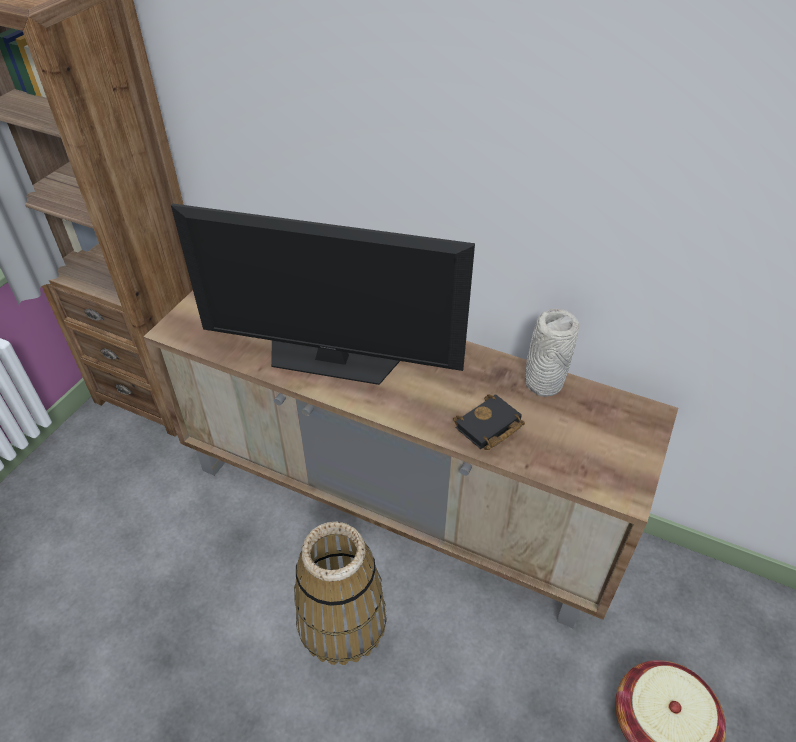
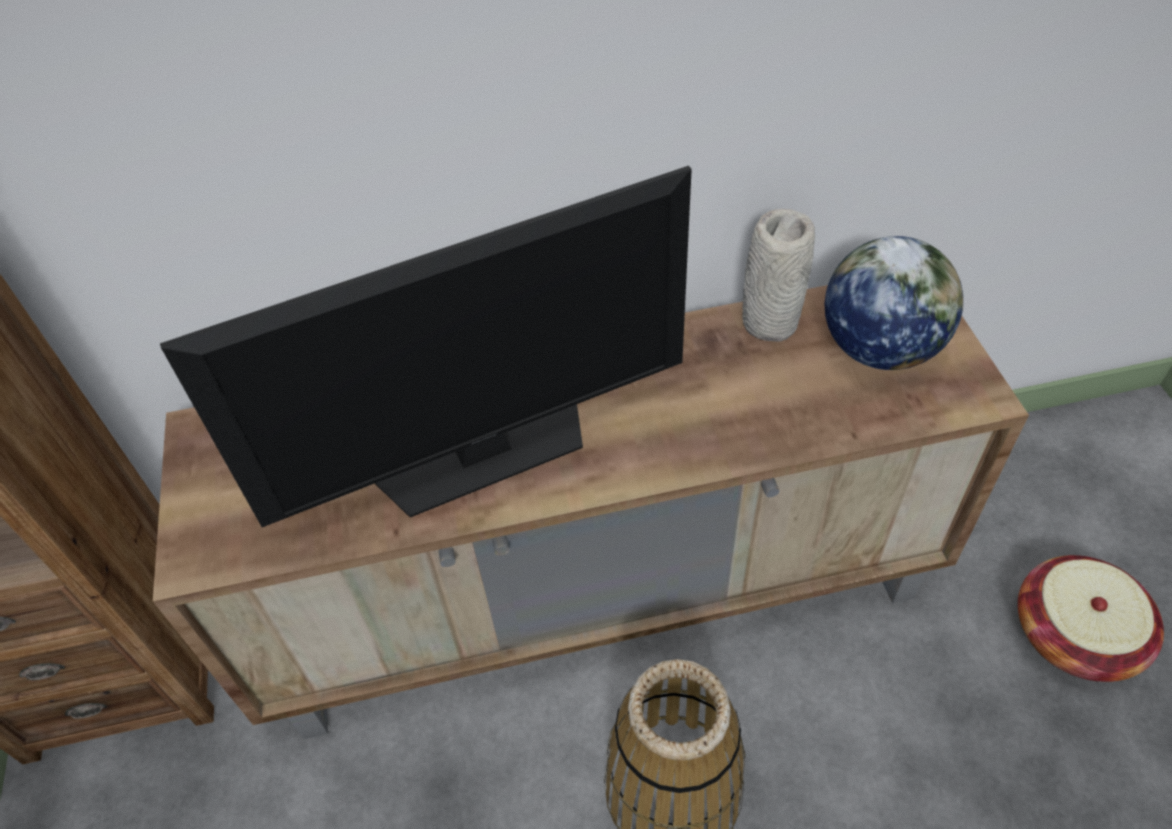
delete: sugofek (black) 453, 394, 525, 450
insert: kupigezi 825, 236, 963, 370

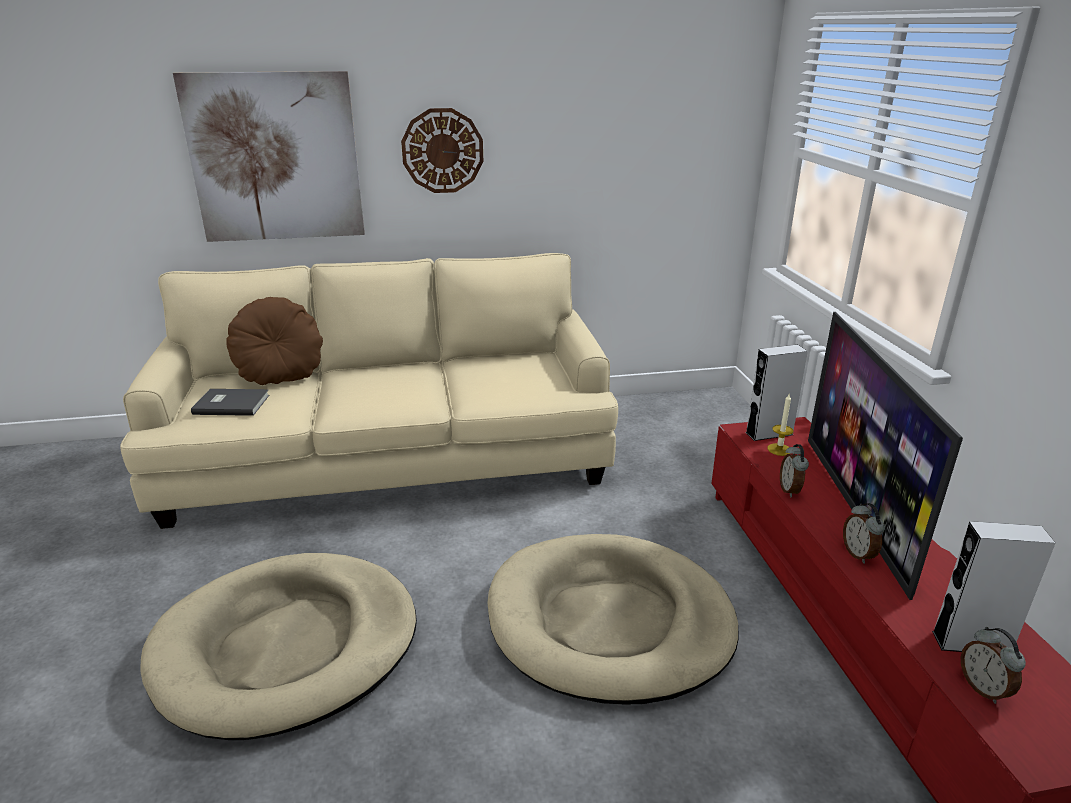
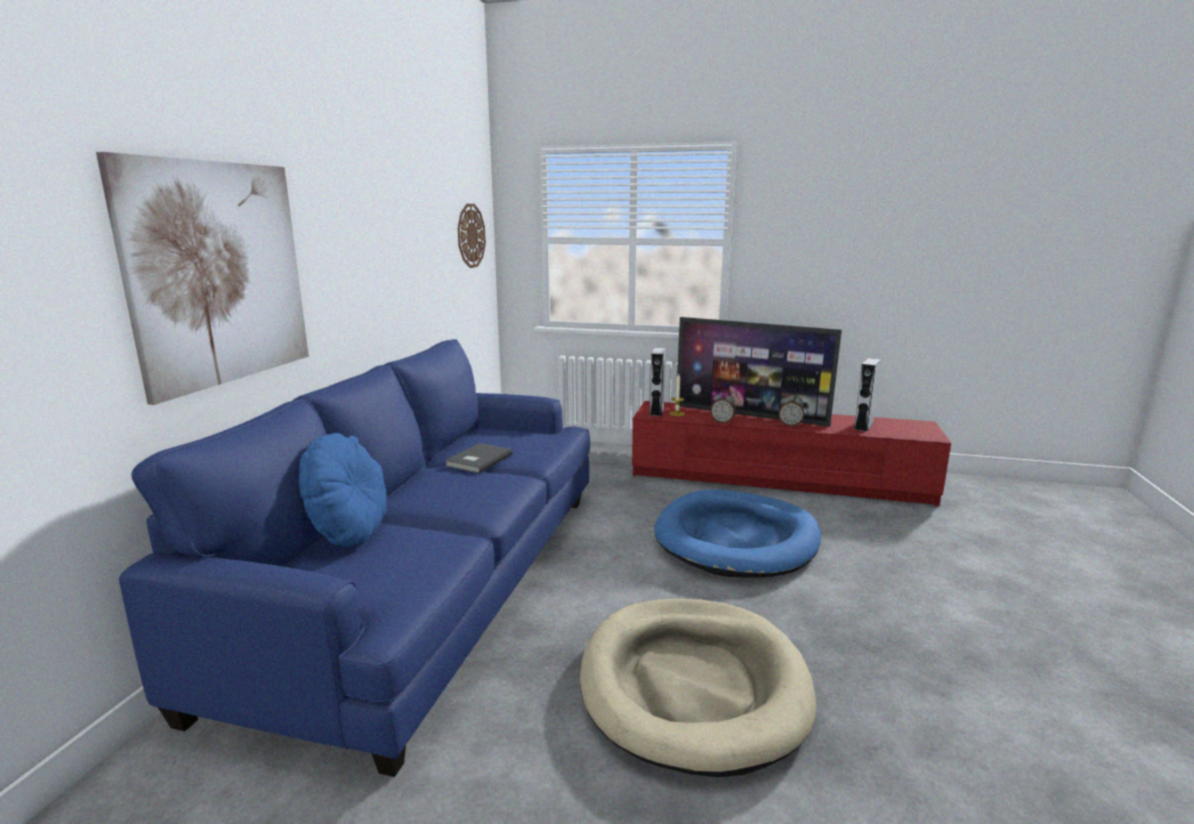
delete: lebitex 961, 627, 1026, 704
move: sugofek (grey) 191, 389, 269, 416 to 445, 443, 513, 473; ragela 401, 108, 484, 193 to 458, 204, 486, 268
recolor: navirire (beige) 120, 253, 618, 529 to navirire (blue) 119, 339, 590, 777; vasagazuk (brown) 226, 297, 323, 385 to vasagazuk (blue) 299, 433, 387, 547; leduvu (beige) 488, 534, 739, 705 to leduvu (blue) 654, 489, 821, 578

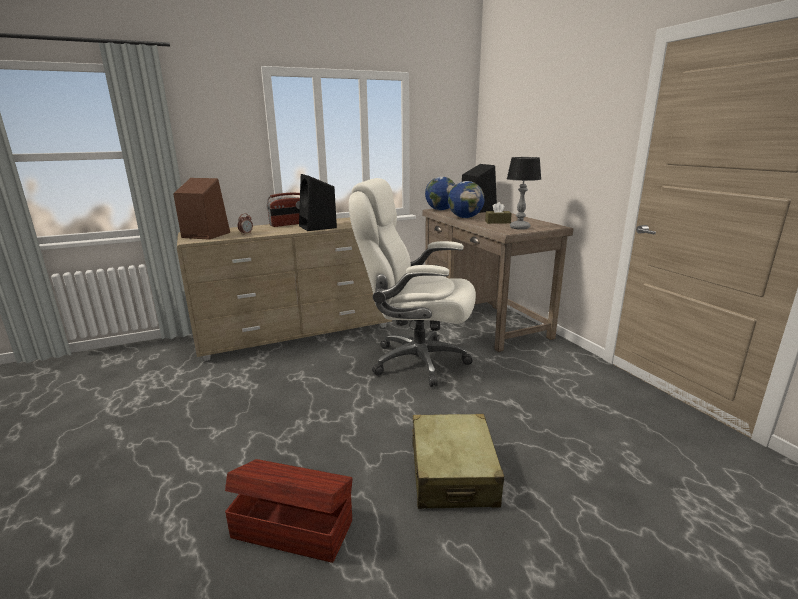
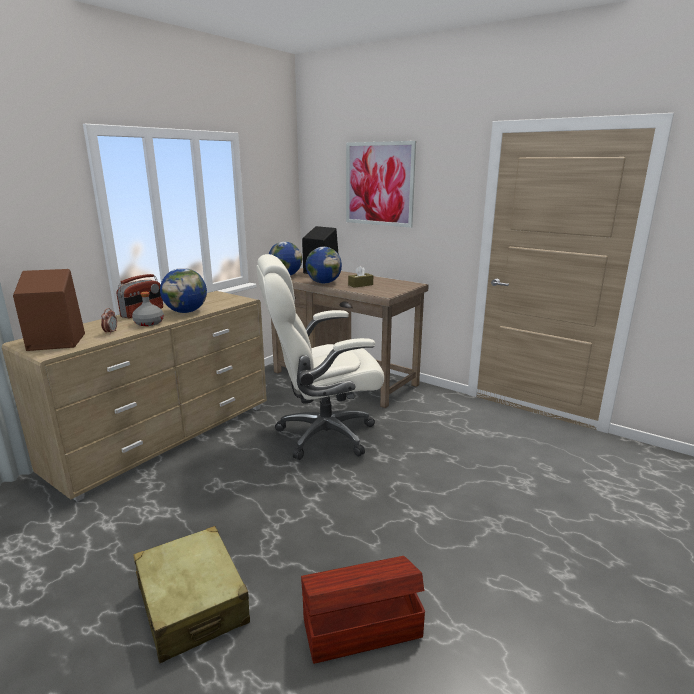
delete: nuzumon 507, 157, 541, 230
insert: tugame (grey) 132, 292, 164, 326; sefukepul 346, 141, 416, 228
move: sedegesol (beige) 412, 414, 504, 509 to 133, 526, 250, 663
replace: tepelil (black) 299, 174, 337, 231 to kupigezi 160, 268, 207, 313

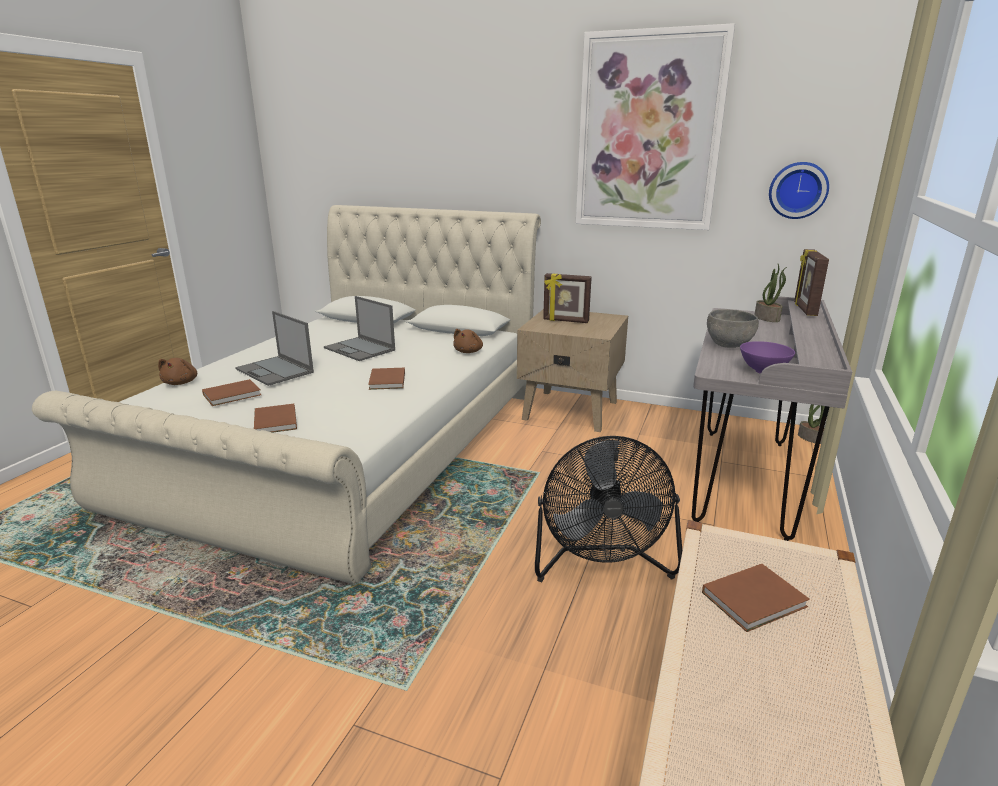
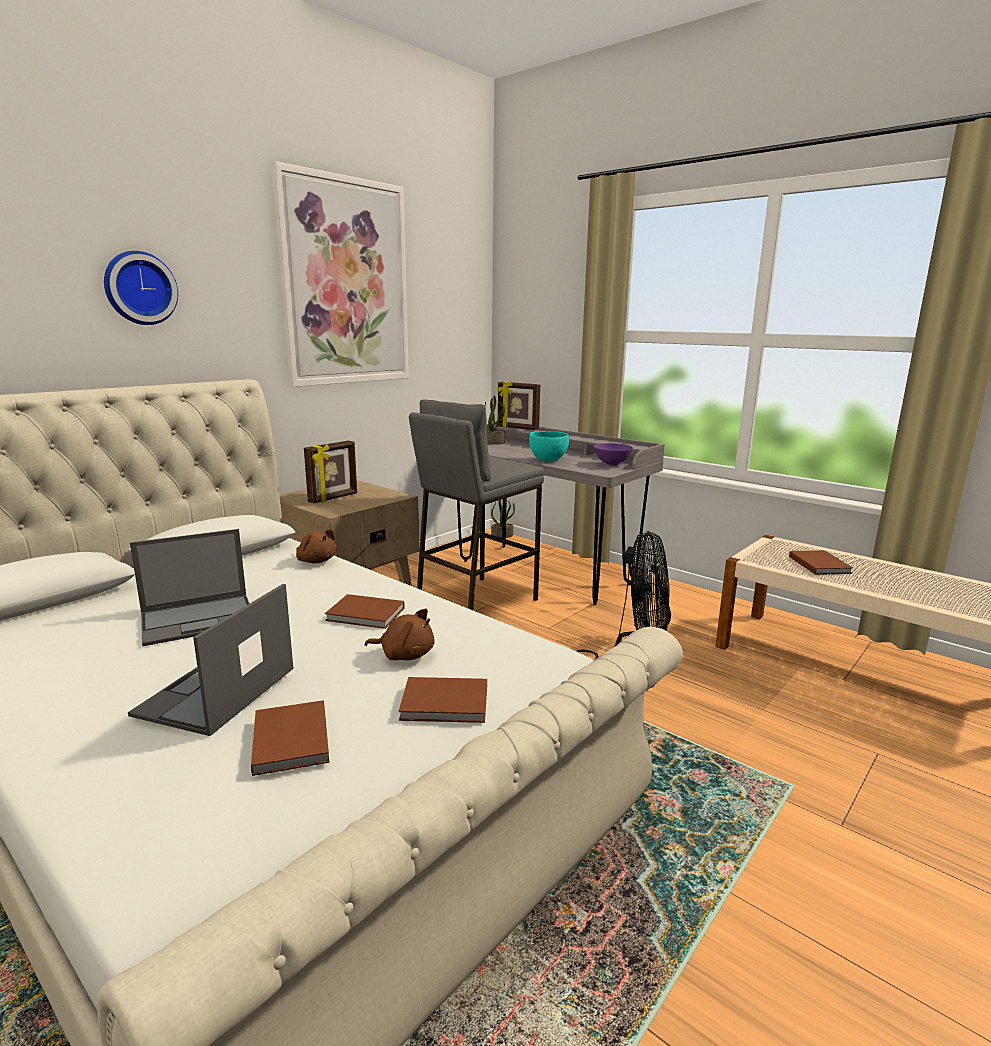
insert: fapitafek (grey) 409, 399, 544, 610
move: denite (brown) 158, 358, 197, 385 to 365, 609, 434, 660; ragela 769, 162, 829, 219 to 104, 251, 178, 325
recolor: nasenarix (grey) 707, 309, 759, 348 to nasenarix (turquoise) 529, 431, 569, 462
rotate: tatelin 235, 311, 314, 386 = 128, 584, 293, 736 135 degrees clockwise

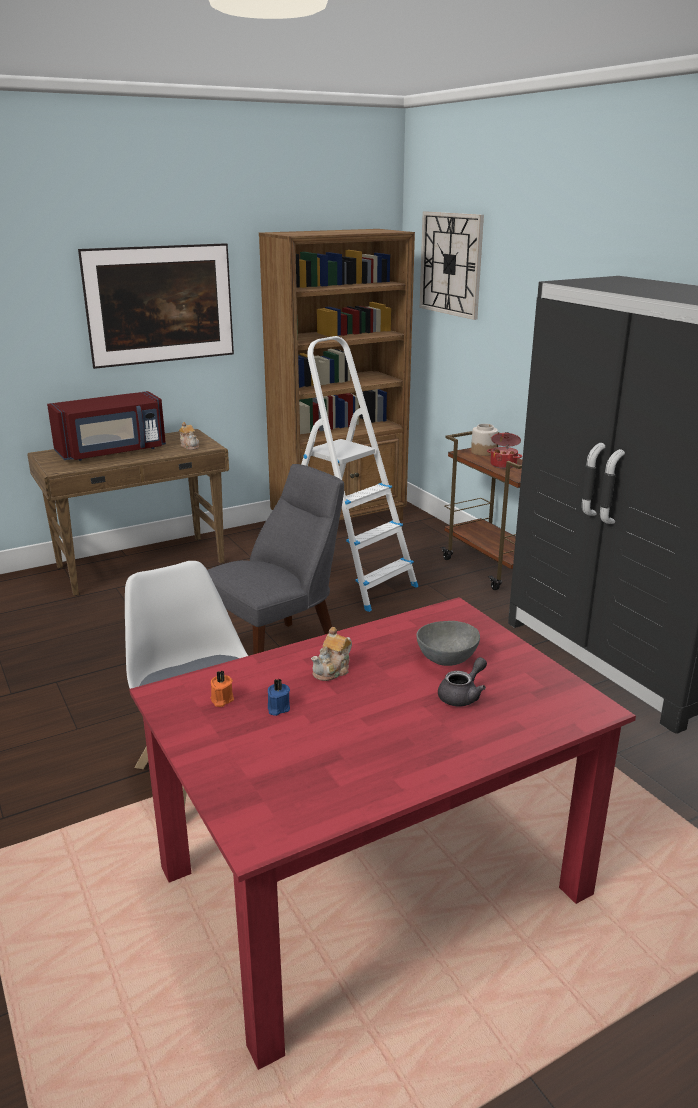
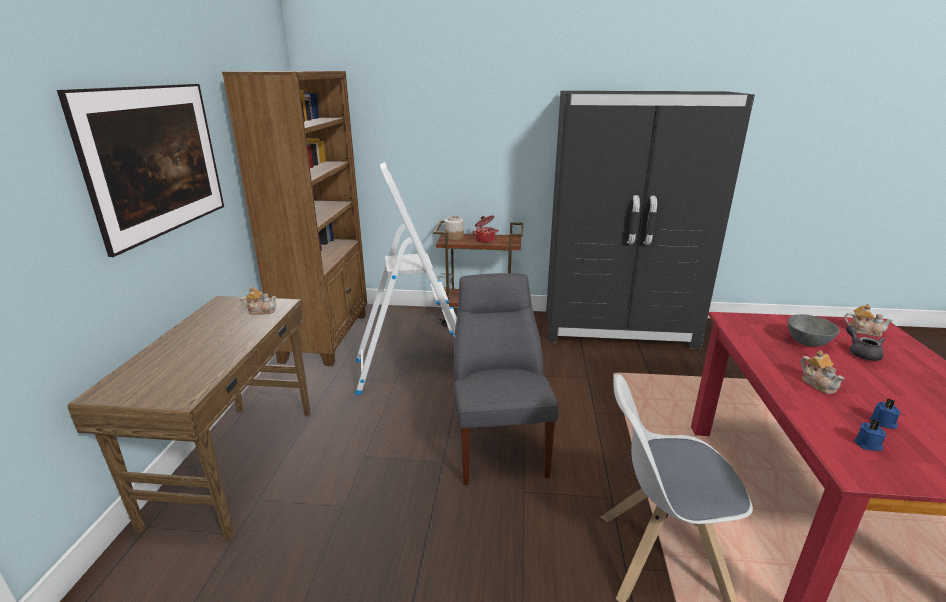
delete: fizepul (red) 47, 391, 166, 461; ragela 420, 212, 484, 320
insert: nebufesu 844, 304, 893, 337
recolor: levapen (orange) 211, 670, 234, 707 to levapen (blue) 854, 419, 886, 451

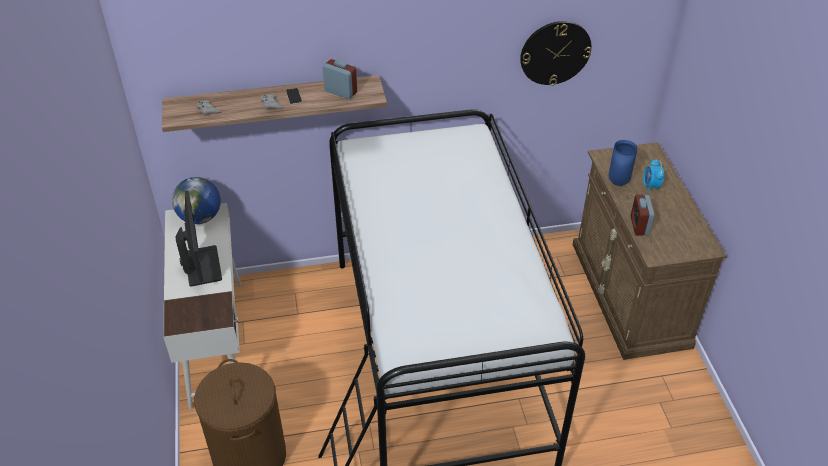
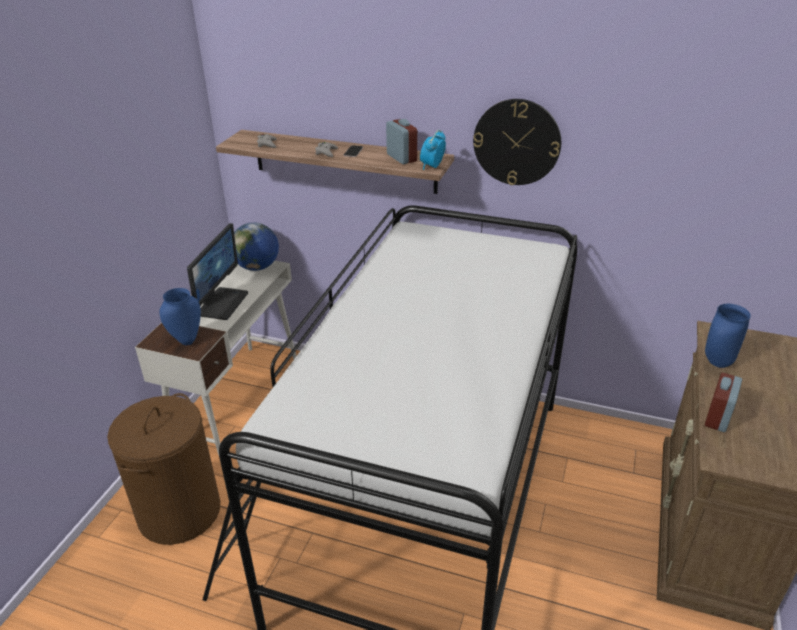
insert: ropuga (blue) 160, 288, 201, 345
move: ragela 520, 21, 591, 86 to 473, 99, 561, 185; lebitex 643, 159, 664, 192 to 420, 130, 446, 170

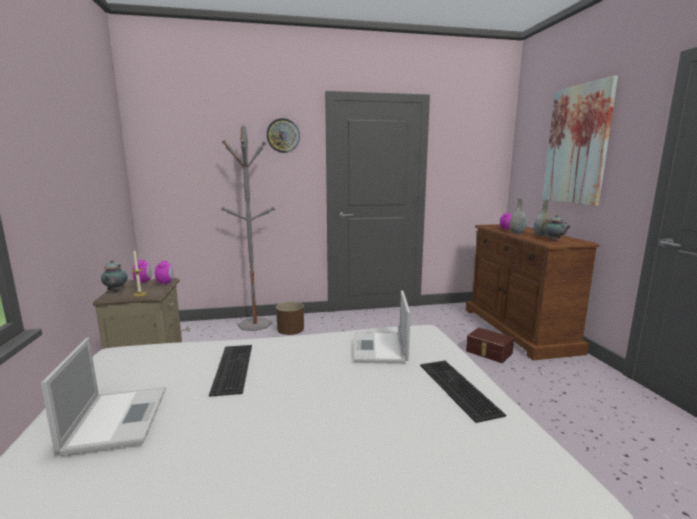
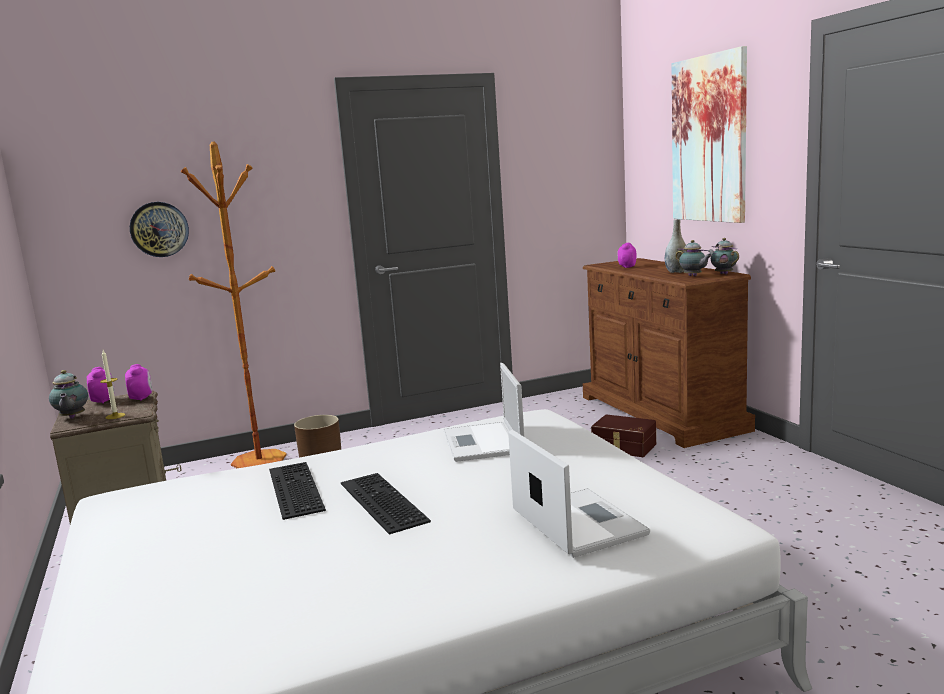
delete: ropuga (grey) 510, 198, 527, 234
insert: nebufesu 708, 238, 739, 275
move: tatelin 41, 338, 166, 455 to 508, 430, 650, 558; ragela 266, 118, 300, 153 to 130, 202, 189, 257; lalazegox 420, 361, 506, 423 to 341, 473, 431, 535
recolor: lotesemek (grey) 221, 125, 275, 331 to lotesemek (orange) 181, 142, 287, 468

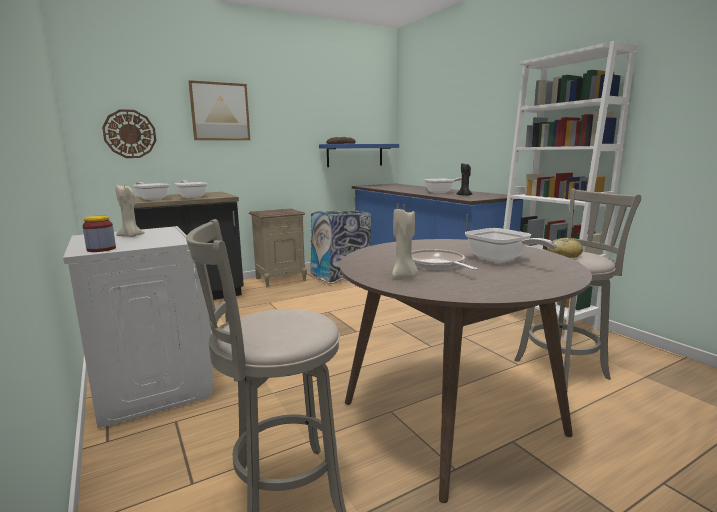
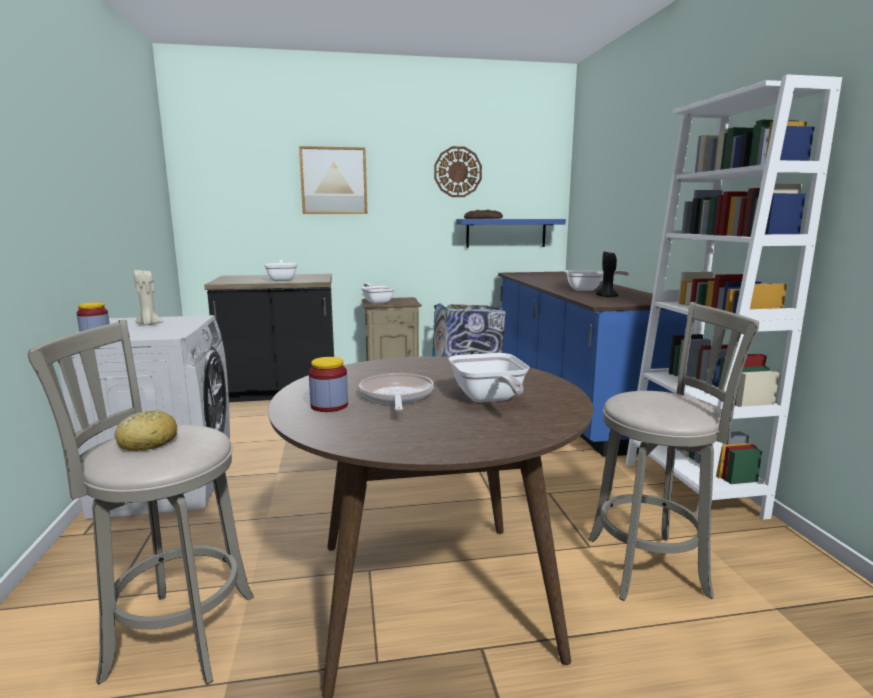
move: ragela 102, 109, 156, 158 to 434, 146, 482, 197; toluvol 133, 182, 170, 200 to 361, 283, 395, 304; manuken 547, 238, 583, 258 to 115, 410, 177, 451
replace: levapen (beige) 392, 206, 418, 278 to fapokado 309, 357, 348, 412

